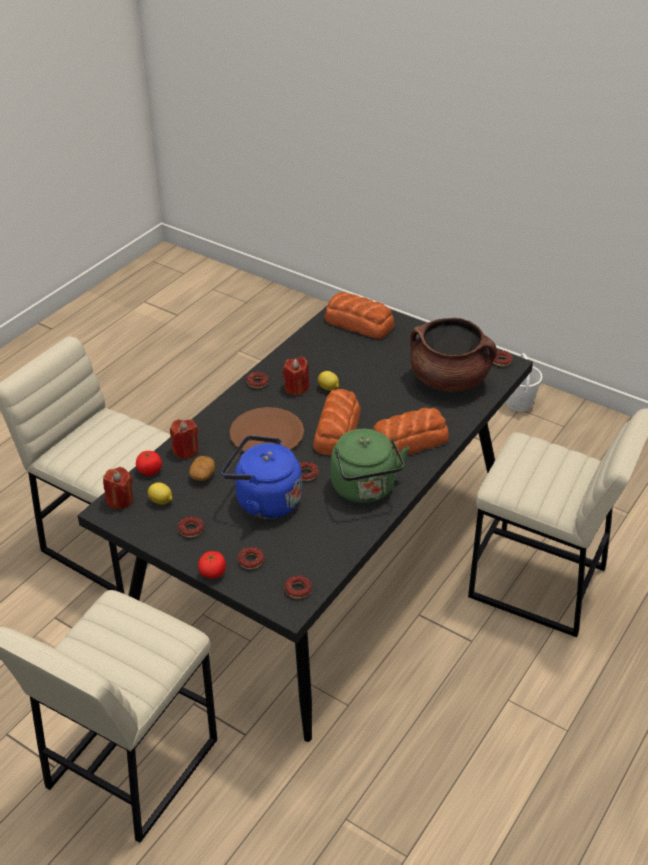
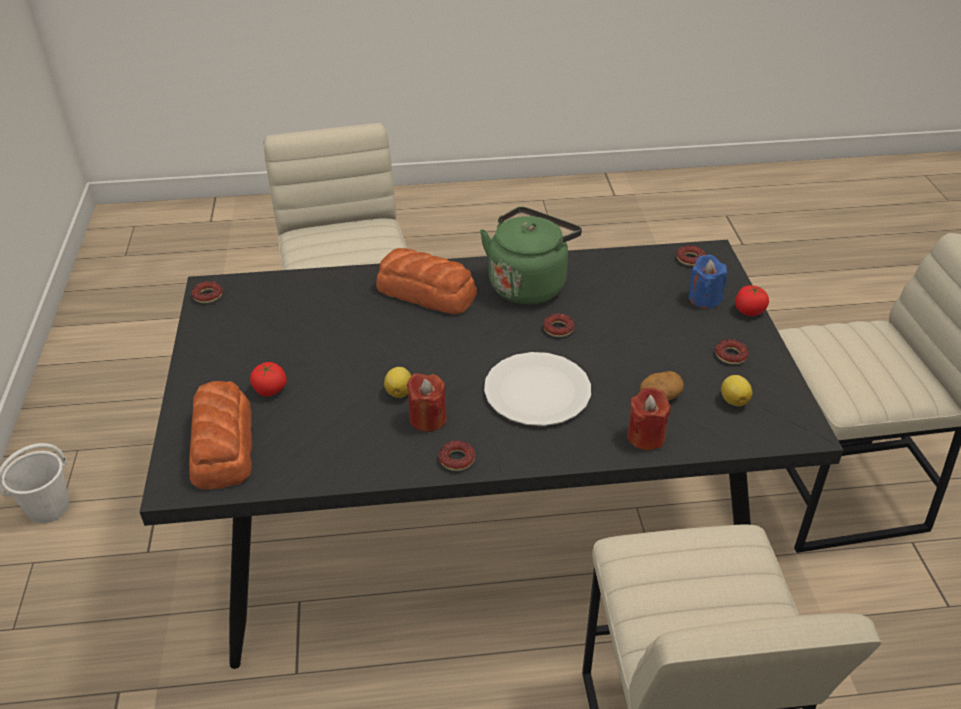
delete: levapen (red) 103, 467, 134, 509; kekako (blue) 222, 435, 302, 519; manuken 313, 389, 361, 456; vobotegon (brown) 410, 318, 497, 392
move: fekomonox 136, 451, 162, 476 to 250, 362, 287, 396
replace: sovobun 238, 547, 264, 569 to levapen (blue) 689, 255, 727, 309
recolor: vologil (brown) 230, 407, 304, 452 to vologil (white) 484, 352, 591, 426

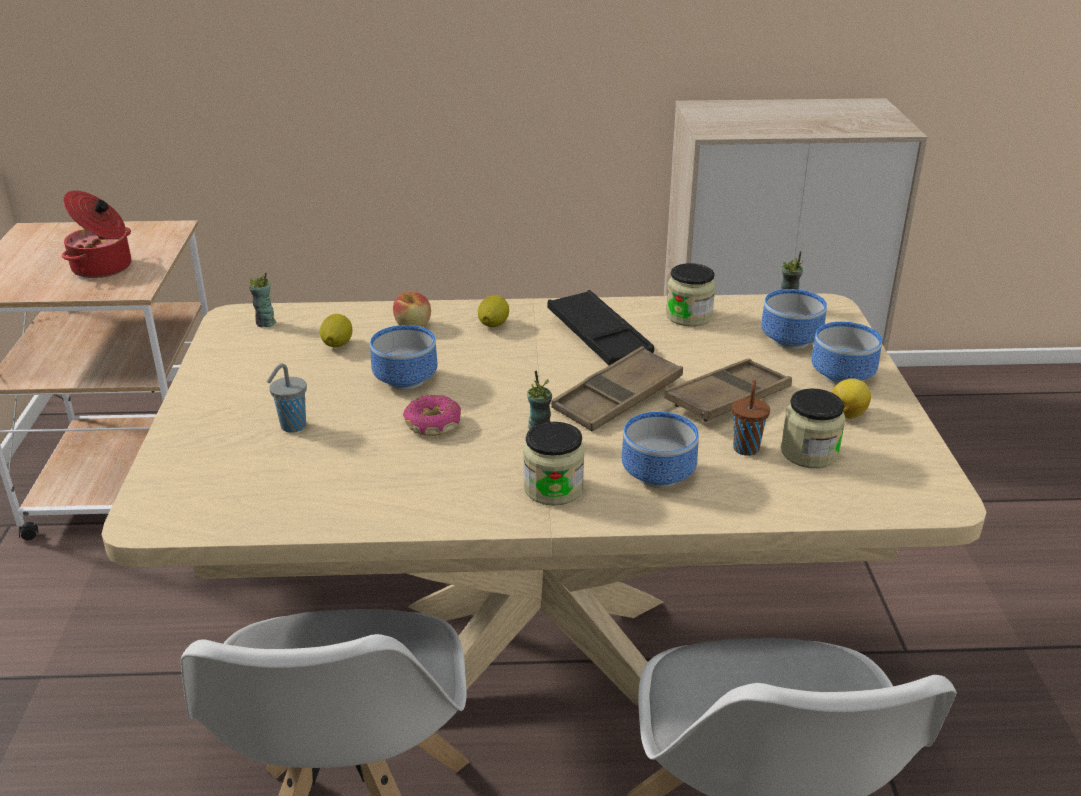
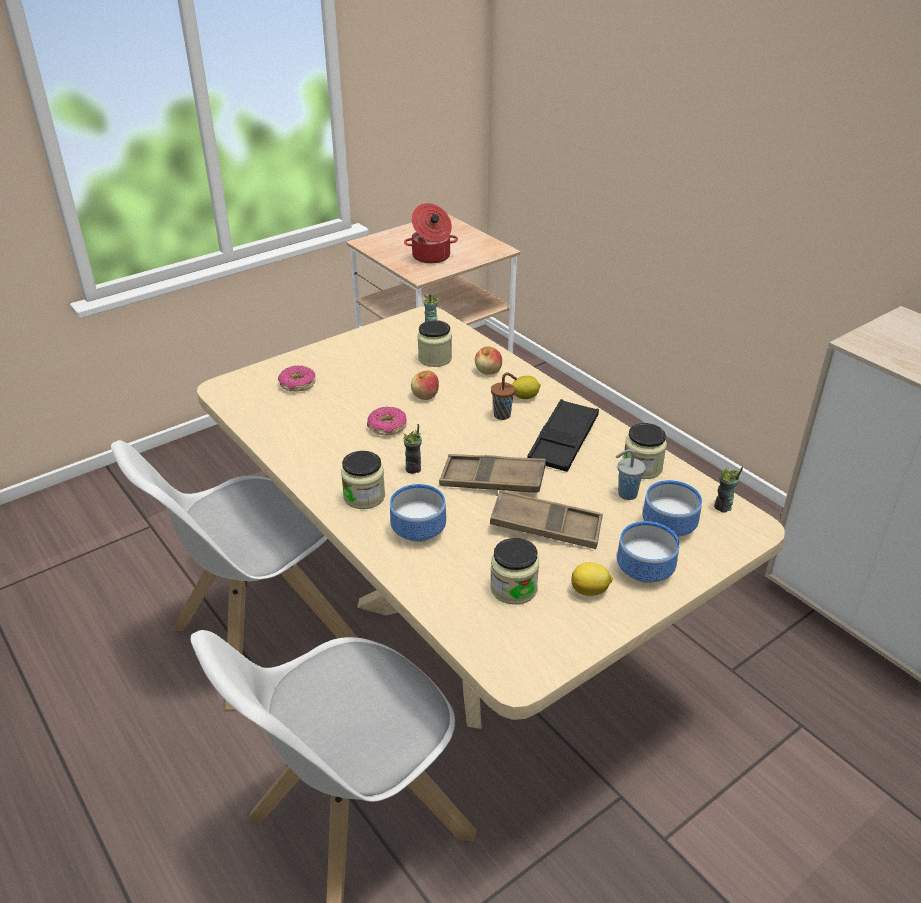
insert: sovobun 278, 366, 316, 392
move: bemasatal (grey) 267, 364, 307, 433 to 616, 449, 646, 500; bemasatal (brown) 732, 380, 770, 456 to 491, 372, 517, 420
replace: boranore 320, 314, 352, 347 to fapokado 417, 320, 452, 367; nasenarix 370, 325, 437, 390 to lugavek 411, 370, 439, 400

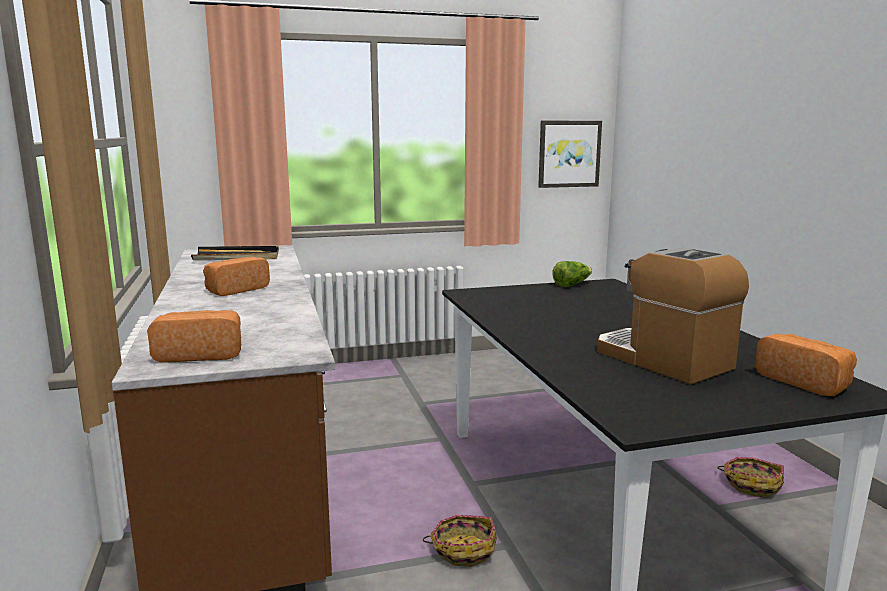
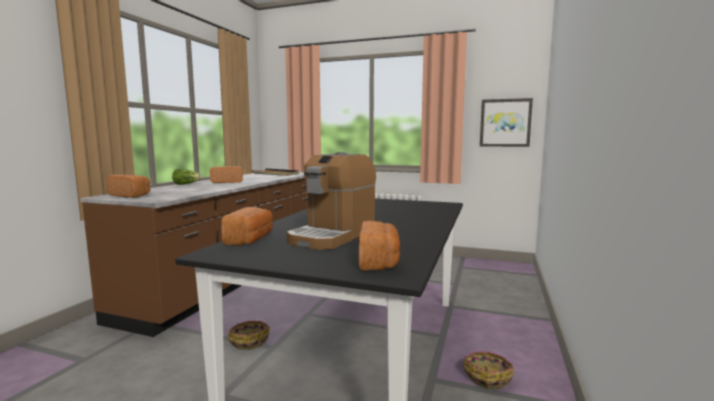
insert: manuken 221, 207, 273, 246
move: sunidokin 552, 261, 592, 287 to 172, 169, 202, 185
rotate: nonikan 597, 247, 749, 385 = 287, 152, 376, 250 150 degrees counterclockwise

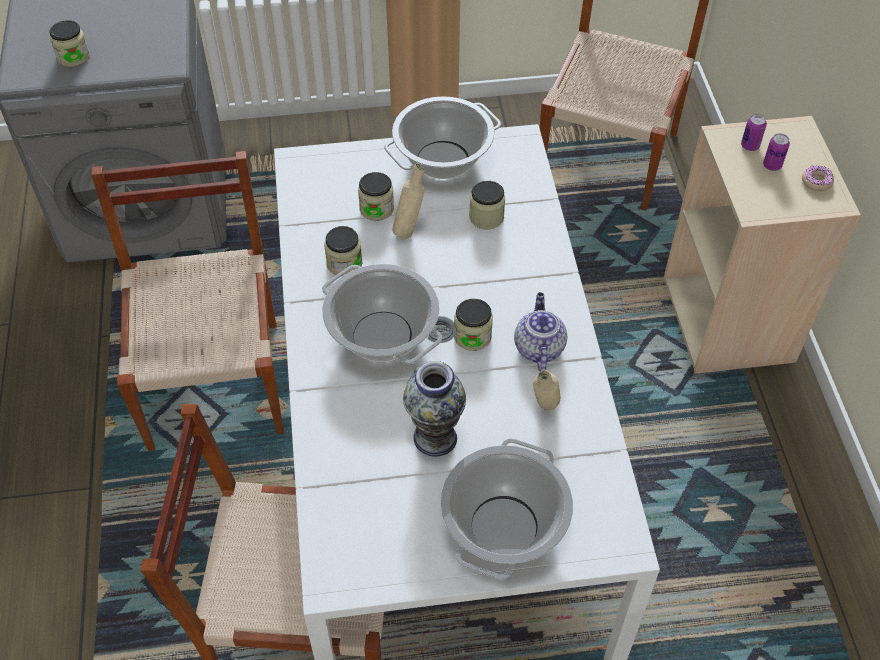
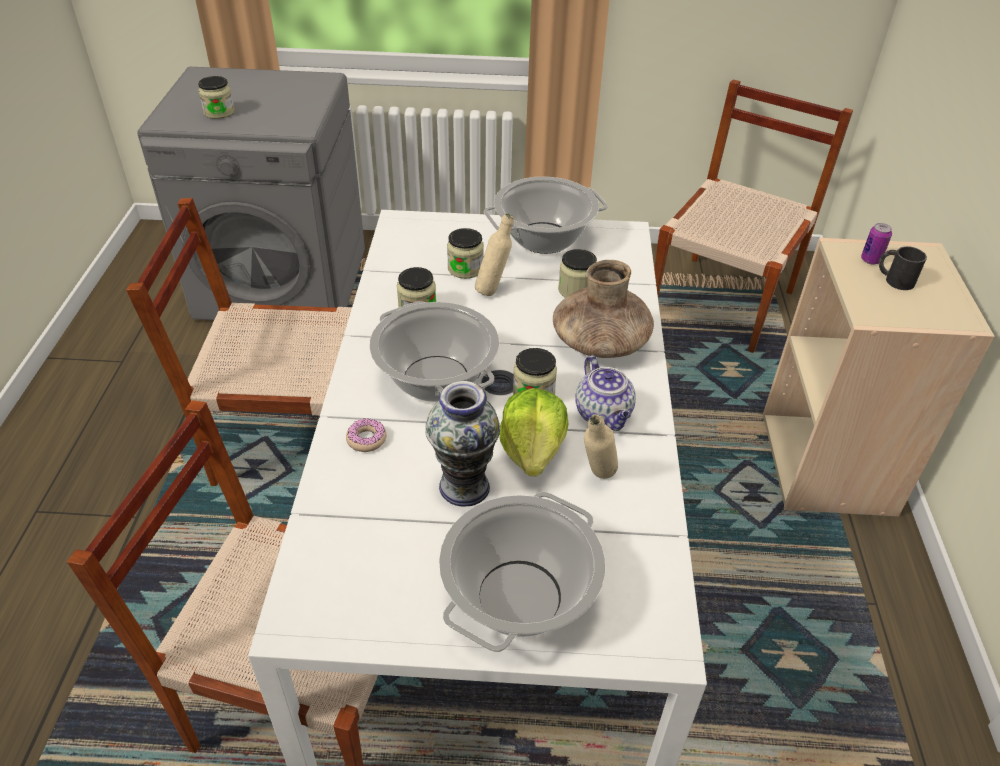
insert: sunidokin 499, 388, 568, 476; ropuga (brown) 553, 260, 654, 358
move: sovobun 802, 165, 834, 191 to 346, 418, 386, 452
replace: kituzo 763, 133, 790, 171 to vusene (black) 879, 246, 927, 290
rotate: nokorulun 91, 151, 284, 451 = 126, 198, 352, 486 90 degrees counterclockwise; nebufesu 514, 292, 567, 372 = 575, 355, 636, 431 150 degrees clockwise

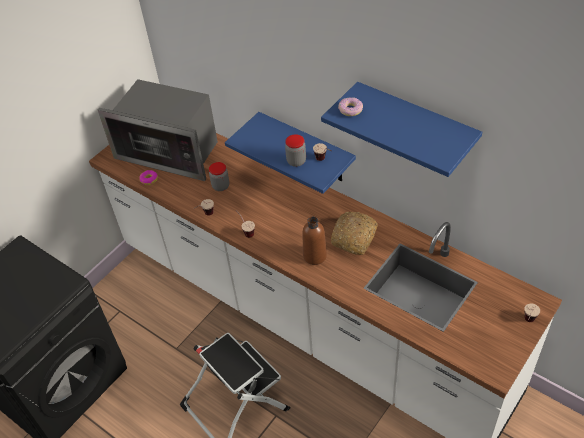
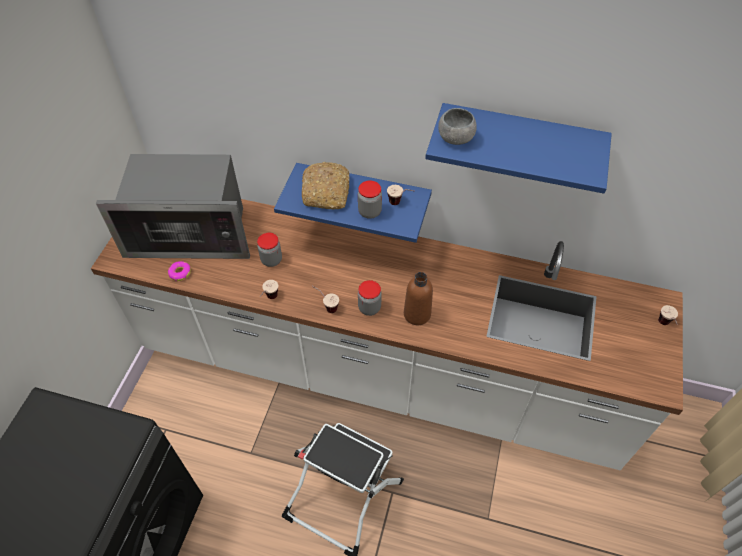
insert: fapokado 358, 280, 382, 316
move: manuken 331, 212, 378, 255 to 302, 162, 350, 209
replace: sovobun 338, 97, 363, 116 to nasenarix (grey) 438, 108, 477, 145

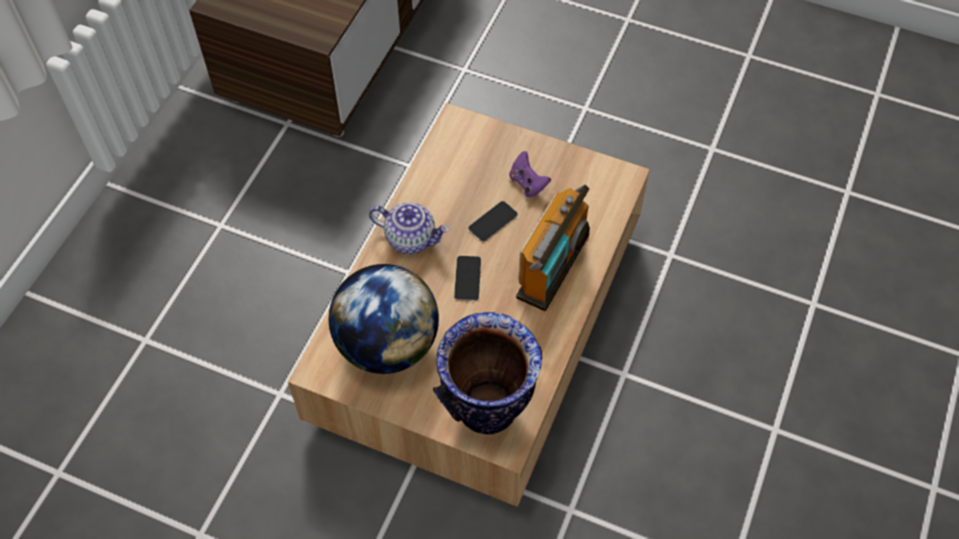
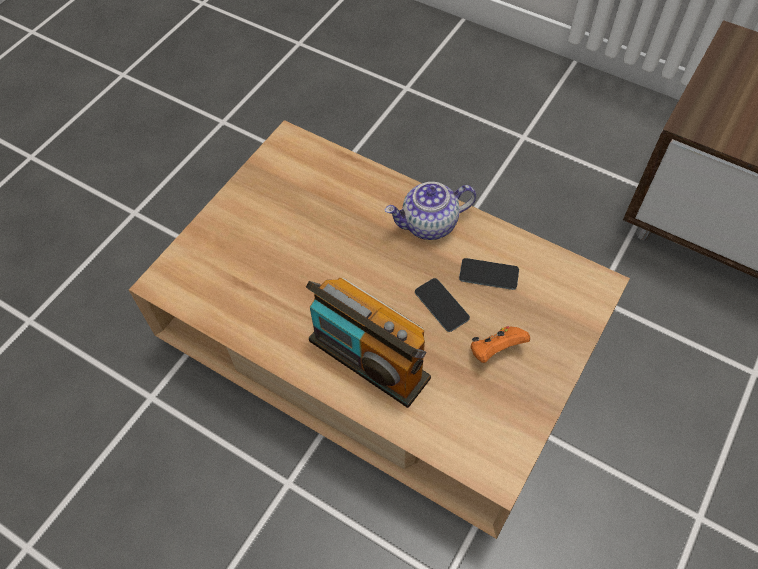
delete: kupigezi 329, 264, 439, 374; ropuga 433, 312, 542, 434
move: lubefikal 454, 256, 481, 301 to 459, 258, 519, 290
recolor: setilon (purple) 509, 151, 551, 197 to setilon (orange) 470, 326, 530, 363
rotate: nebufesu 369, 202, 450, 254 = 384, 182, 476, 240 45 degrees clockwise

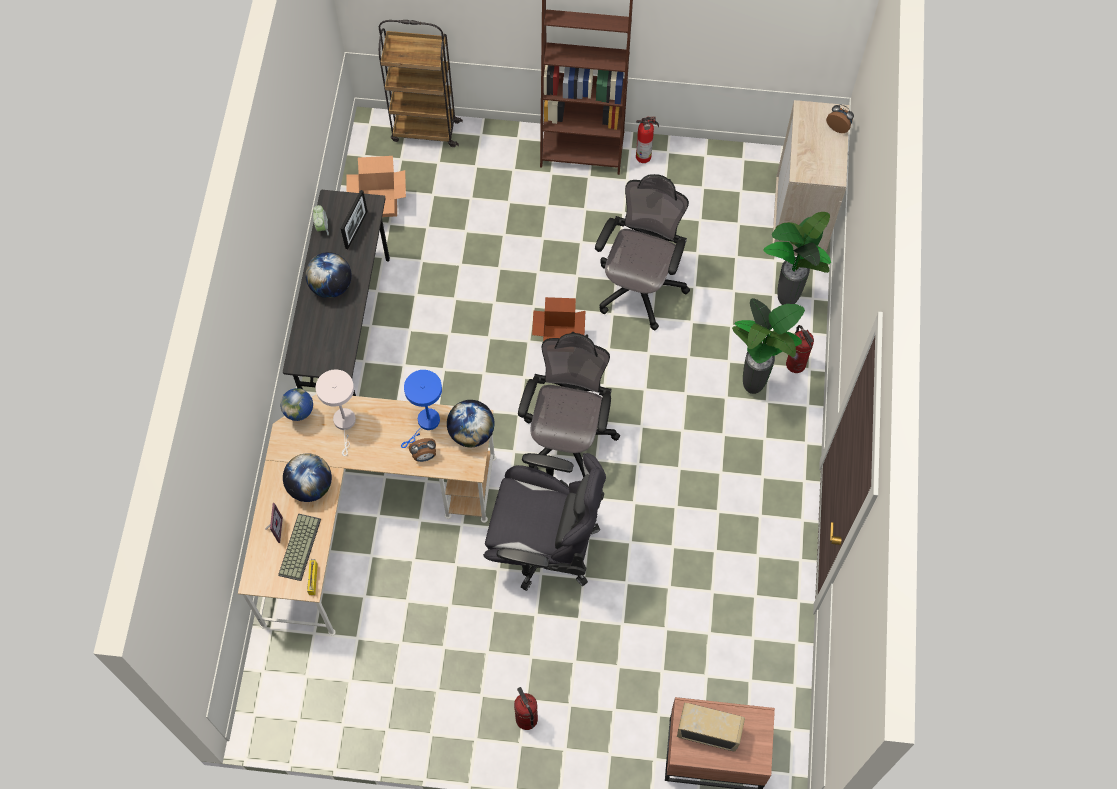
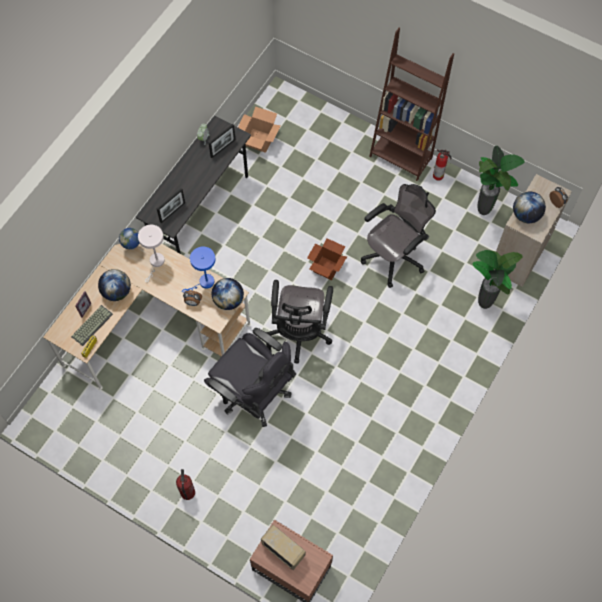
delete: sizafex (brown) 379, 20, 463, 147; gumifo 786, 325, 814, 373
insert: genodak 157, 188, 185, 223
move: kupigezi 305, 252, 352, 298 to 513, 191, 546, 223; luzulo 732, 298, 805, 394 to 478, 146, 524, 215
rotate: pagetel 518, 332, 620, 478 = 266, 280, 333, 363 150 degrees clockwise

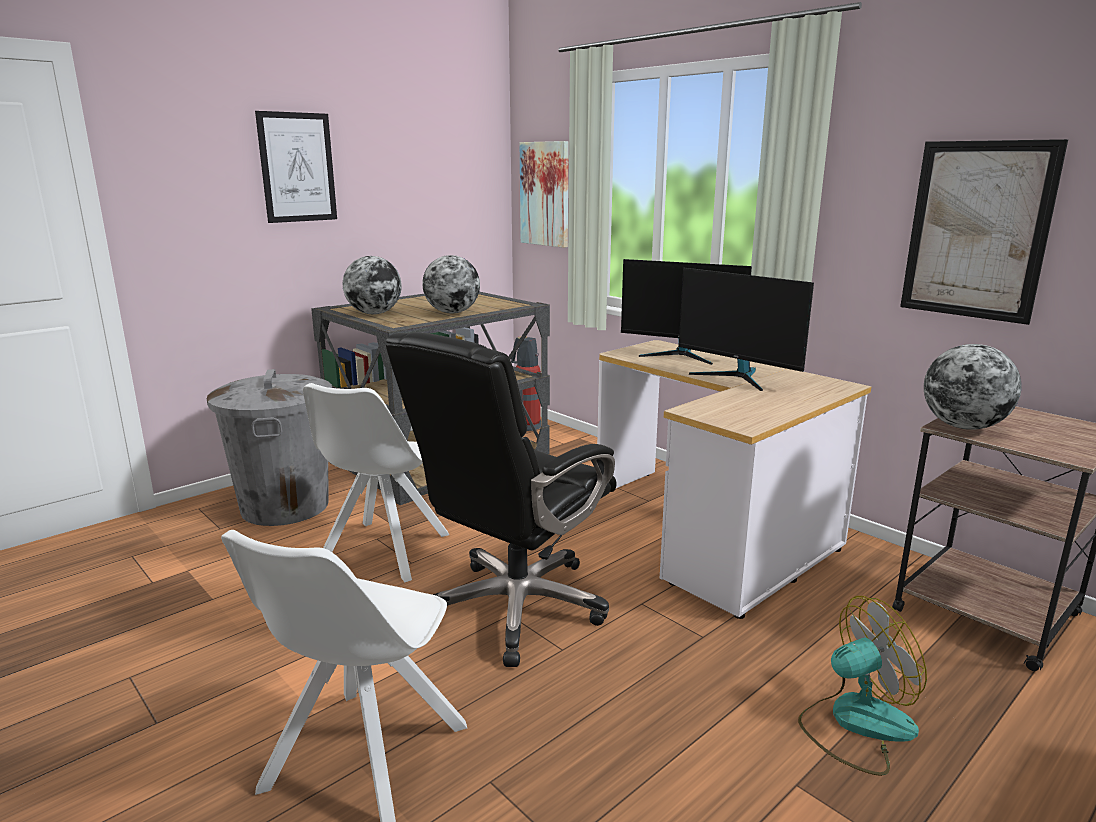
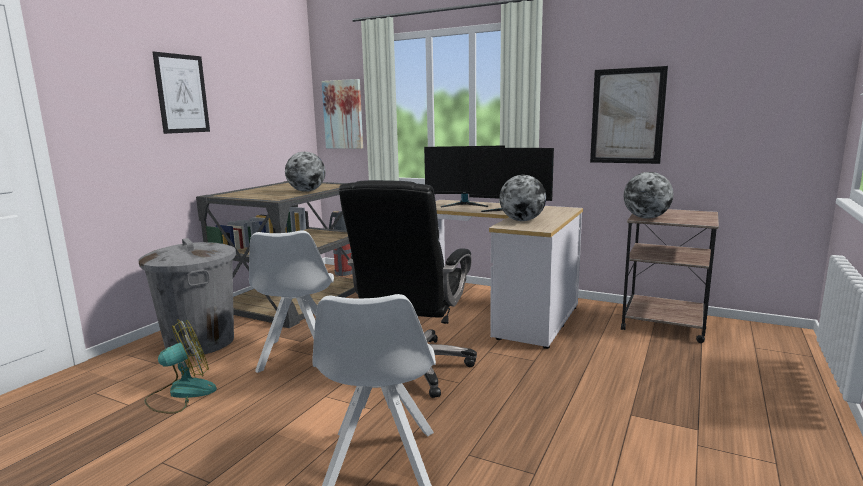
move: kupigezi 343, 256, 402, 314 to 499, 175, 546, 221; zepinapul 798, 596, 927, 776 to 145, 319, 217, 413

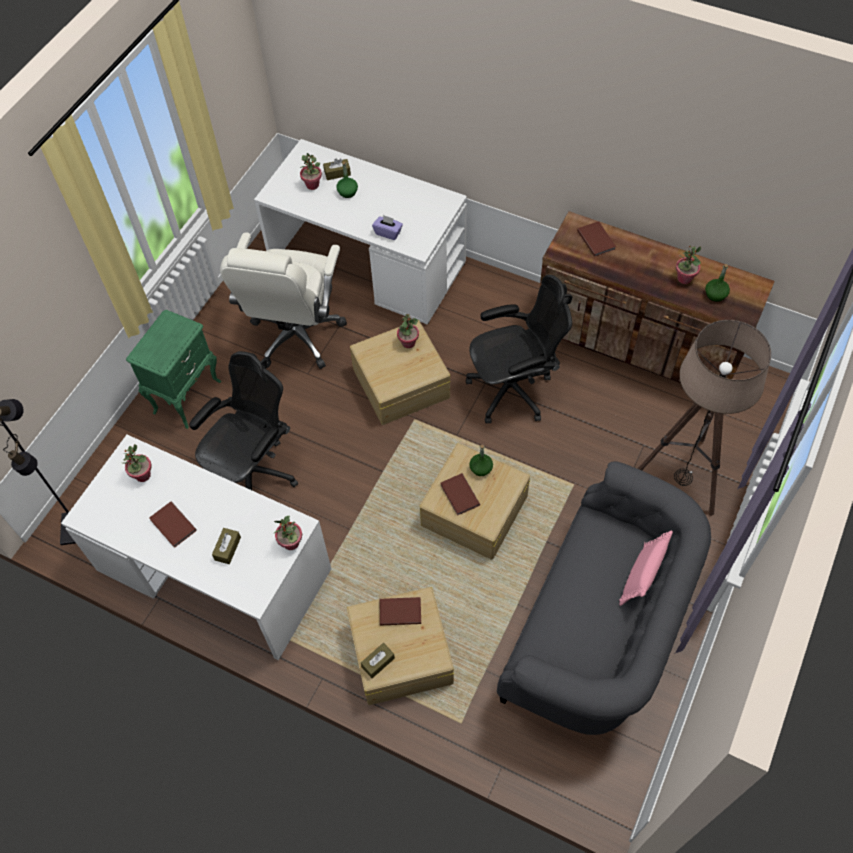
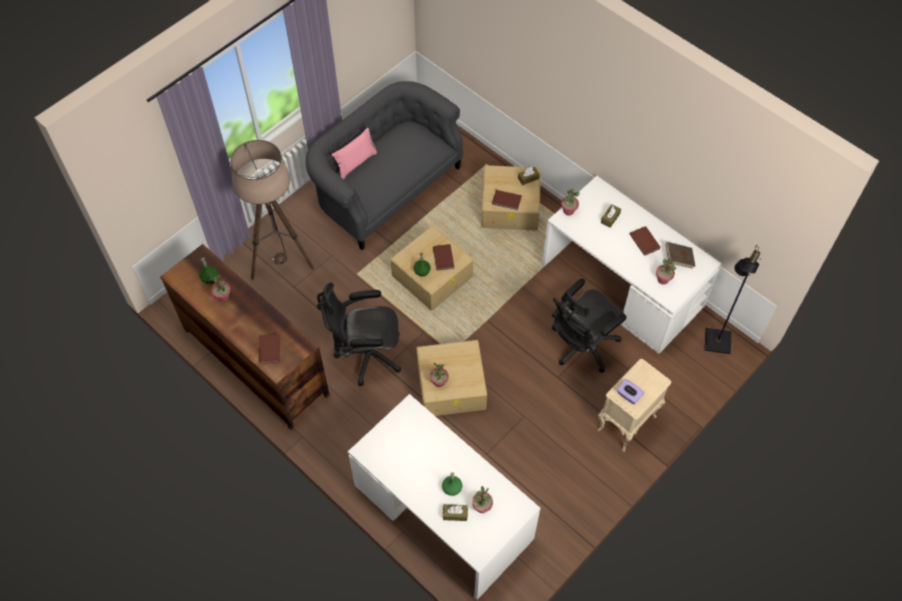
delete: pagetel (white) 220, 232, 347, 369
insert: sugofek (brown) 665, 242, 696, 269
move: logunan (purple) 372, 215, 403, 240 to 617, 379, 644, 405
recolor: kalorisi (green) 126, 310, 221, 429 to kalorisi (beige) 597, 359, 671, 452

